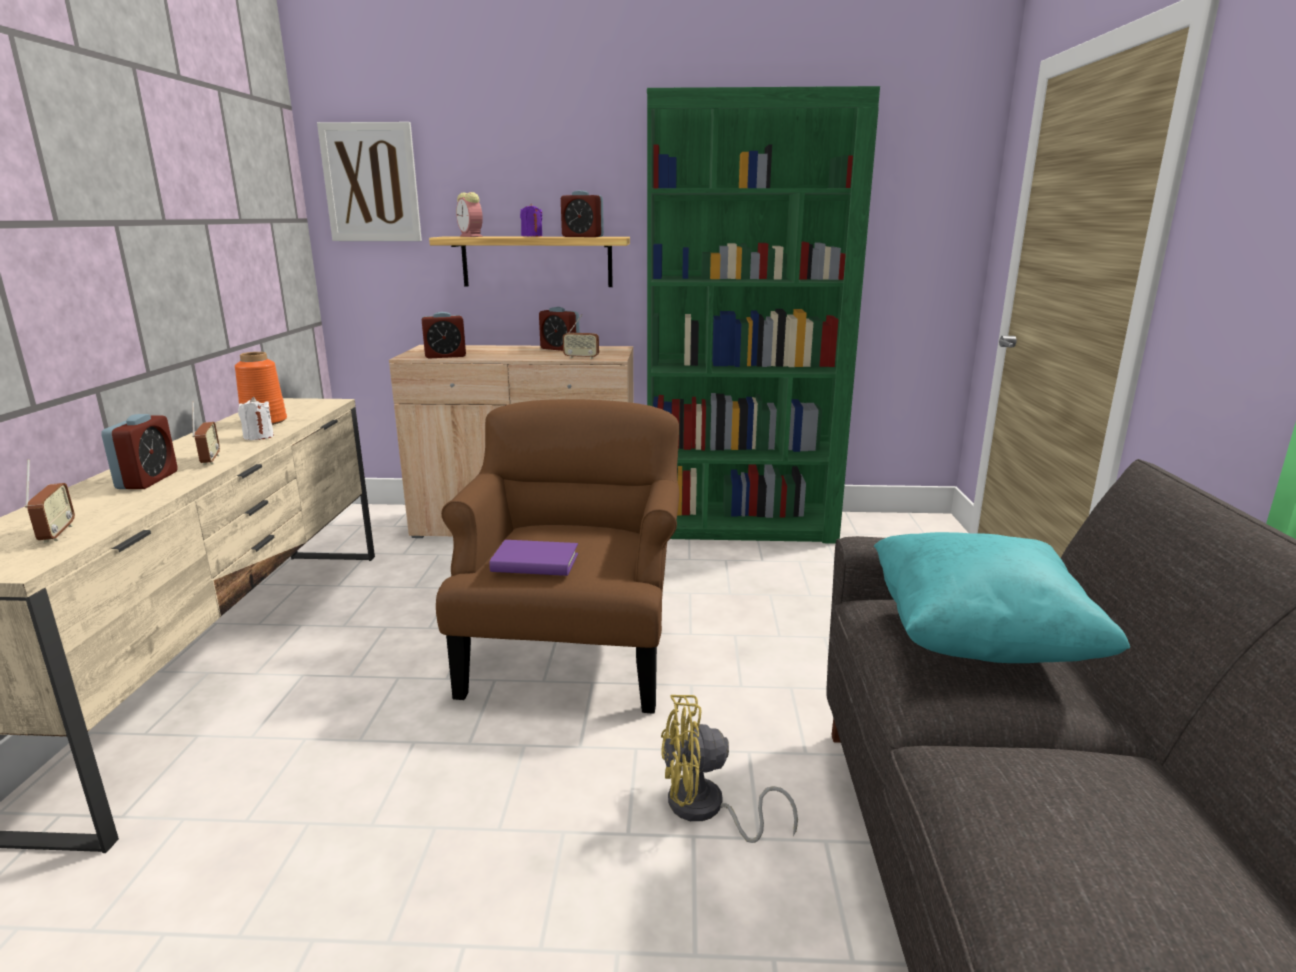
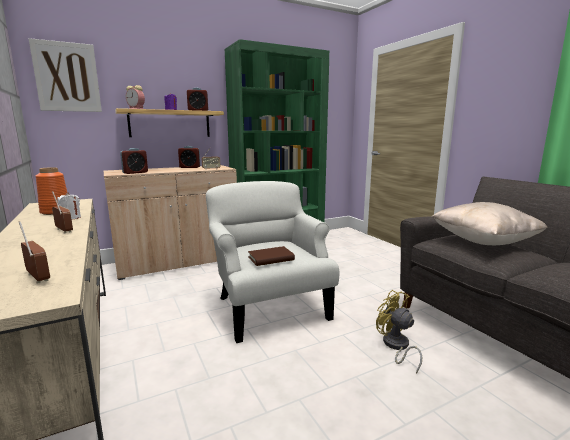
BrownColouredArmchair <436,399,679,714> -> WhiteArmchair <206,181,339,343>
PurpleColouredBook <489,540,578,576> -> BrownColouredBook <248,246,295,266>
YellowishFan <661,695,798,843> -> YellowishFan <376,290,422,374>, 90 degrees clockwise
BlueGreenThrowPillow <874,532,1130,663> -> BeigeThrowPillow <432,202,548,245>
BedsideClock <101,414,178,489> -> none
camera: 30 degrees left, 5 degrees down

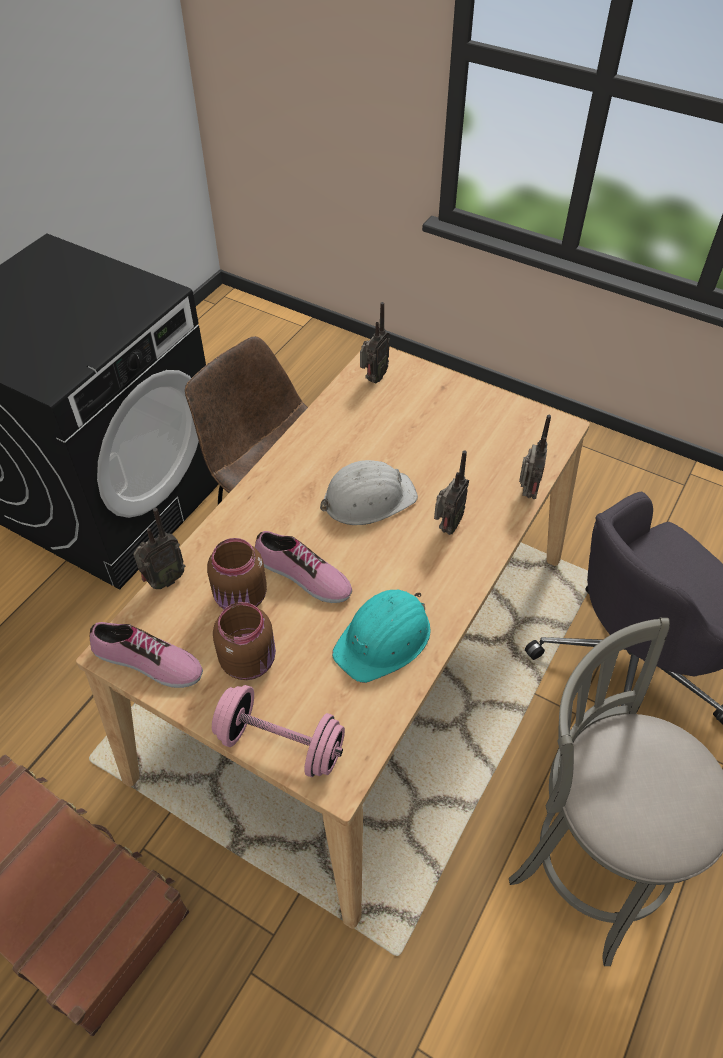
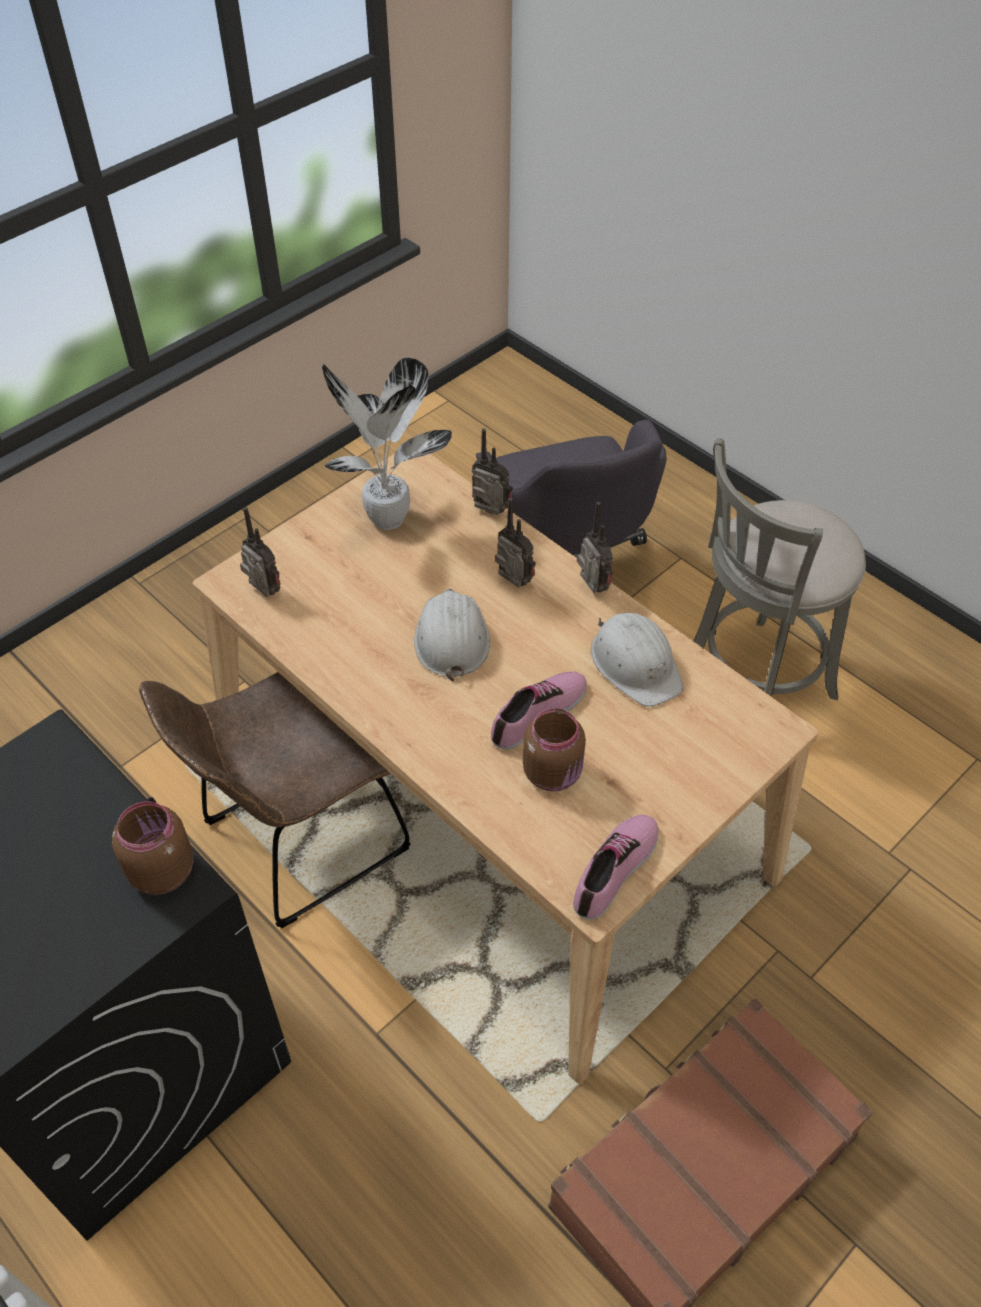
BrownColouredJar <213,602,276,680> -> BrownColouredJar <112,802,193,895>, move
none -> PlantInAPot <322,358,452,530>
RadioReceiver <133,508,185,589> -> RadioReceiver <577,502,613,593>, move
BlueGreenHardHat <332,590,430,683> -> WhiteHardHat <591,613,684,707>
PinkishHandWeight <212,685,345,777> -> none
camera: 75 degrees left, 0 degrees up

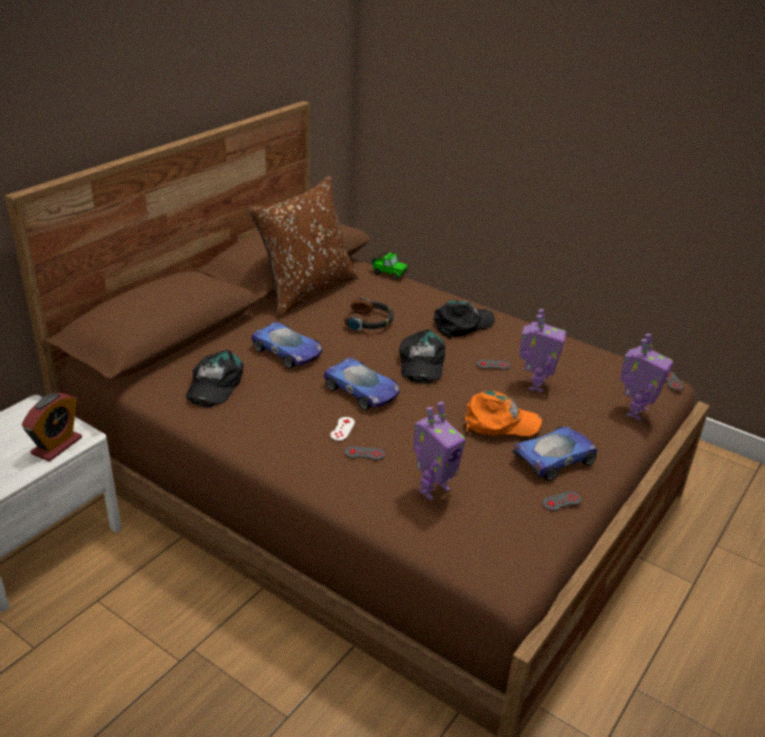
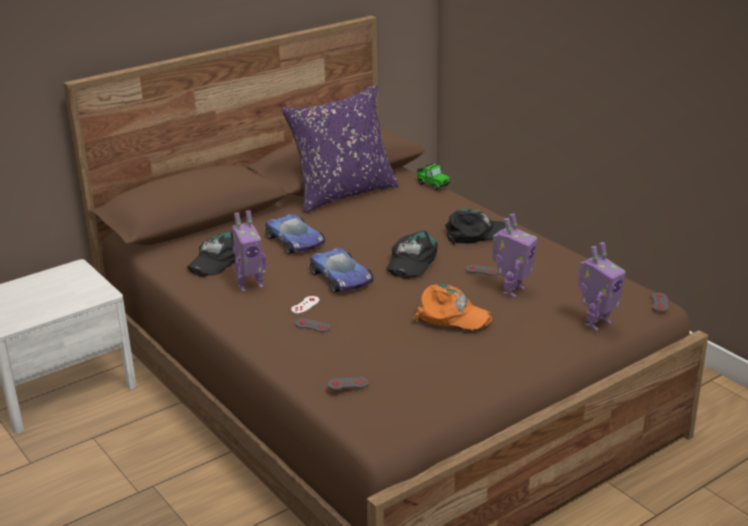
ModelRobot <413,402,466,501> -> ModelRobot <232,210,267,292>, move
BrownColouredThrowPillow <248,175,358,318> -> PurpleColouredThrowPillow <281,84,399,213>
GrayGameController <542,491,582,511> -> GrayGameController <328,377,369,390>, move
BedsideClock <22,393,82,462> -> none
Headset <344,297,394,331> -> none
ModelCar <512,426,597,481> -> none
camera: 20 degrees right, 5 degrees down

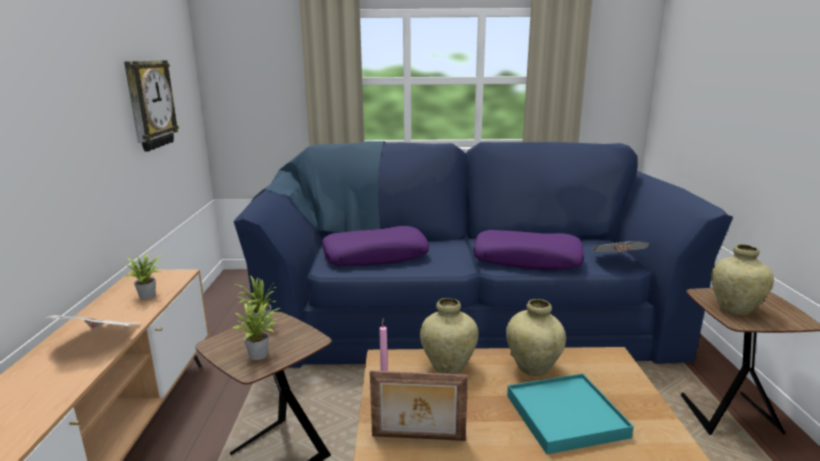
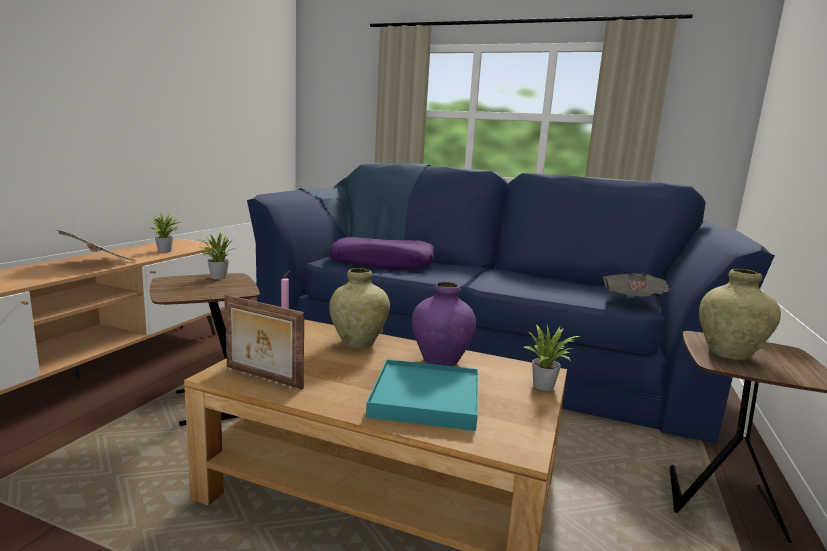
BeigeDecorativeVase <506,299,566,376> -> PurpleColouredDecorativeVase <412,282,476,366>
PlantInAPot <232,302,280,360> -> PlantInAPot <522,324,580,391>, move
HangingClock <124,60,179,152> -> none
PurpleColouredThrowPillow <474,230,584,270> -> none
camera: 20 degrees right, 5 degrees down

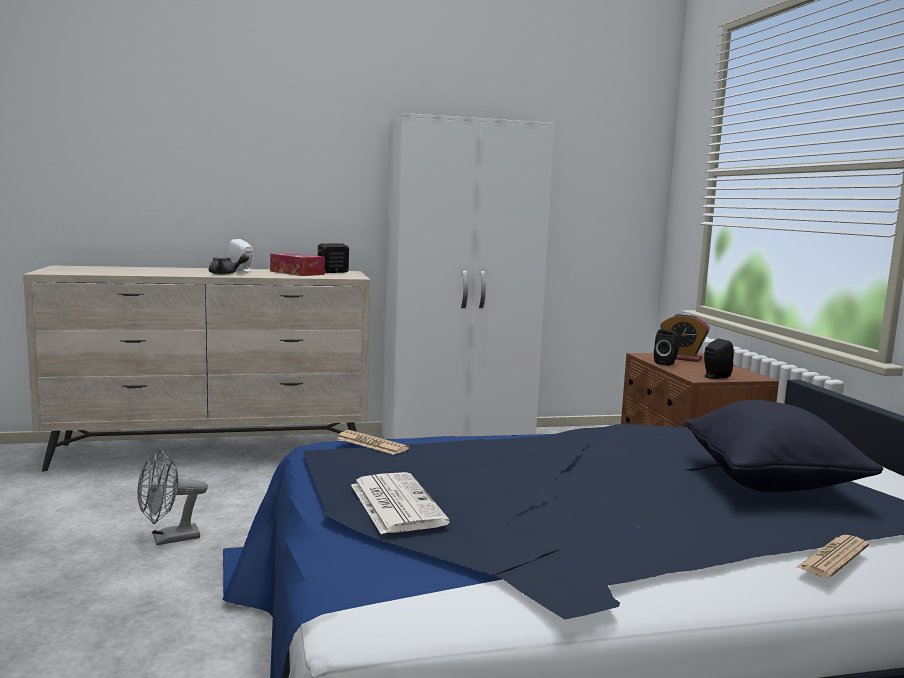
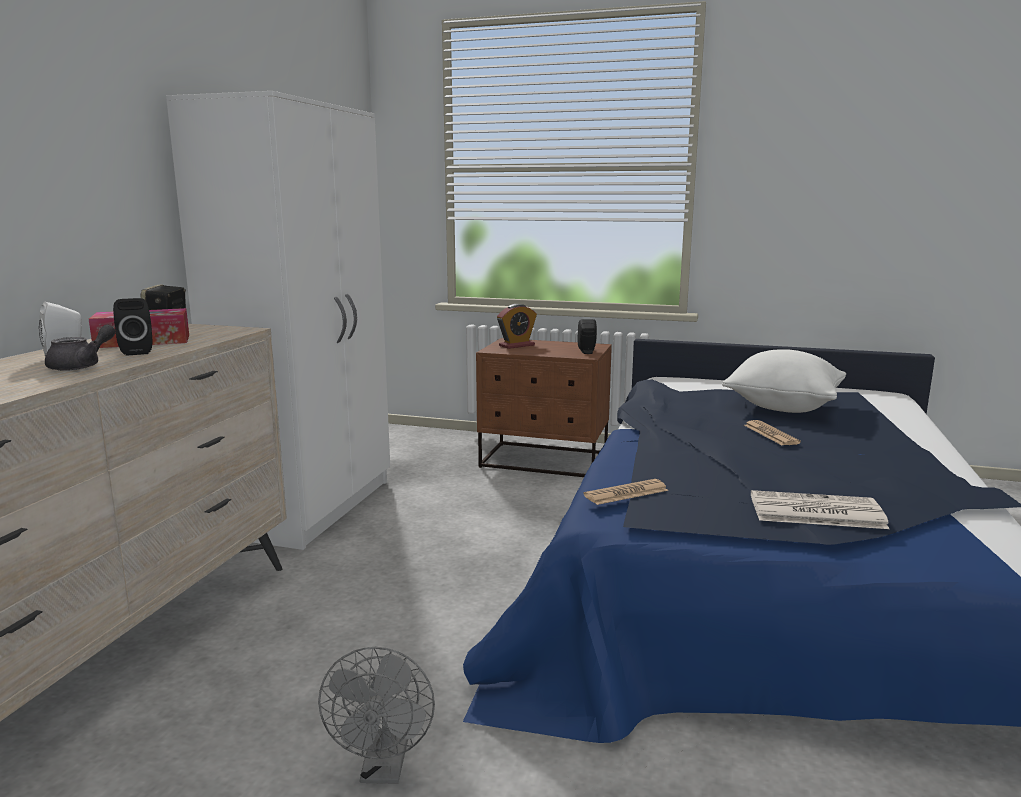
BlackColouredLoudspeaker <654,329,680,366> -> BlackColouredLoudspeaker <113,298,152,356>, move
BlackColouredThrowPillow <684,400,883,492> -> WhiteThrowPillow <722,349,846,413>
Newspaper <797,535,869,578> -> Newspaper <744,420,801,445>, move
camera: 60 degrees left, 5 degrees up

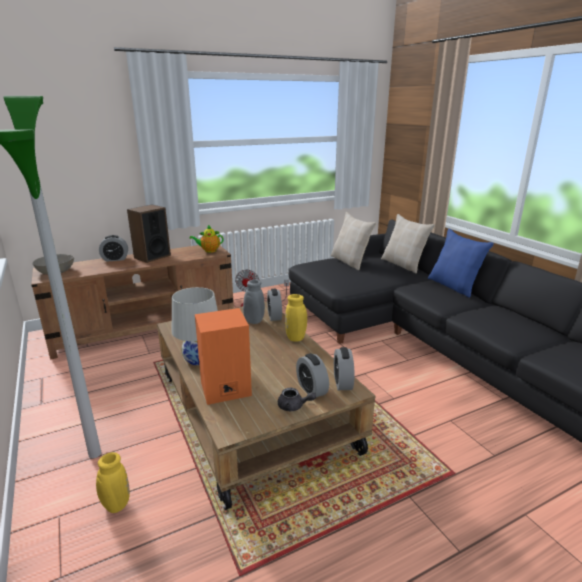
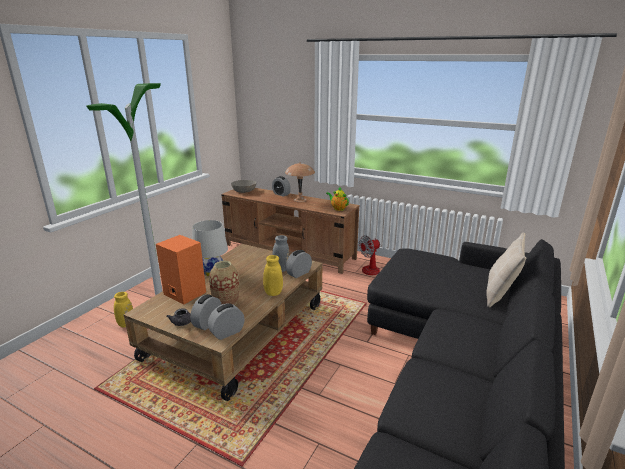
none -> DecorativeVase <209,261,240,305>
Loudspeaker <127,205,171,263> -> BrownColouredTabletopLamp <285,162,315,202>
BeigeThrowPillow <331,212,377,270> -> none
BluishThrowPillow <428,229,494,298> -> none
camera: 55 degrees right, 0 degrees up

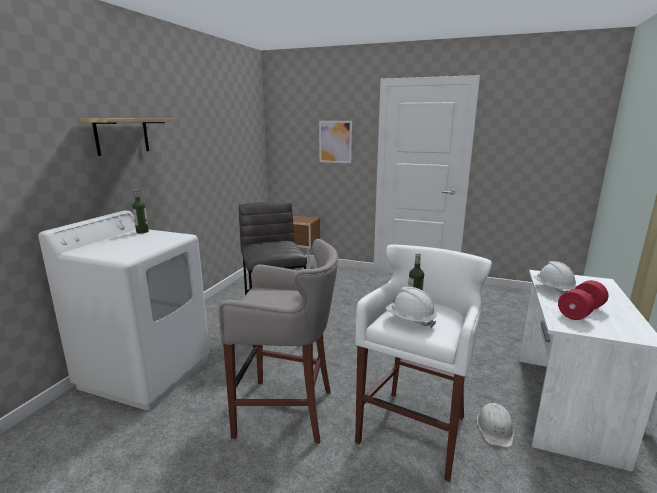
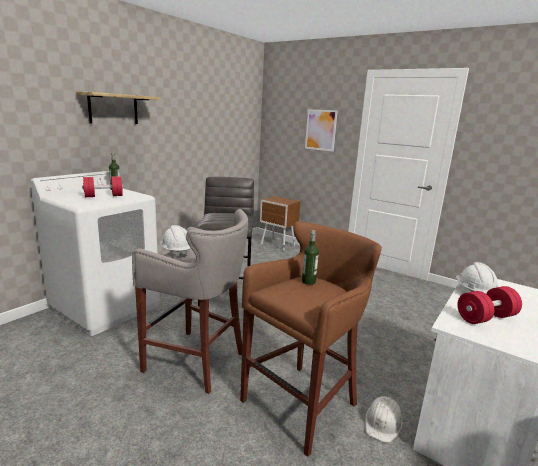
none -> RedHandWeight <82,176,123,197>
WhiteHardHat <386,287,436,328> -> WhiteHardHat <160,225,191,258>, move
WhiteStool <355,244,492,482> -> BrownColouredStool <240,221,382,457>
camera: 15 degrees right, 0 degrees up

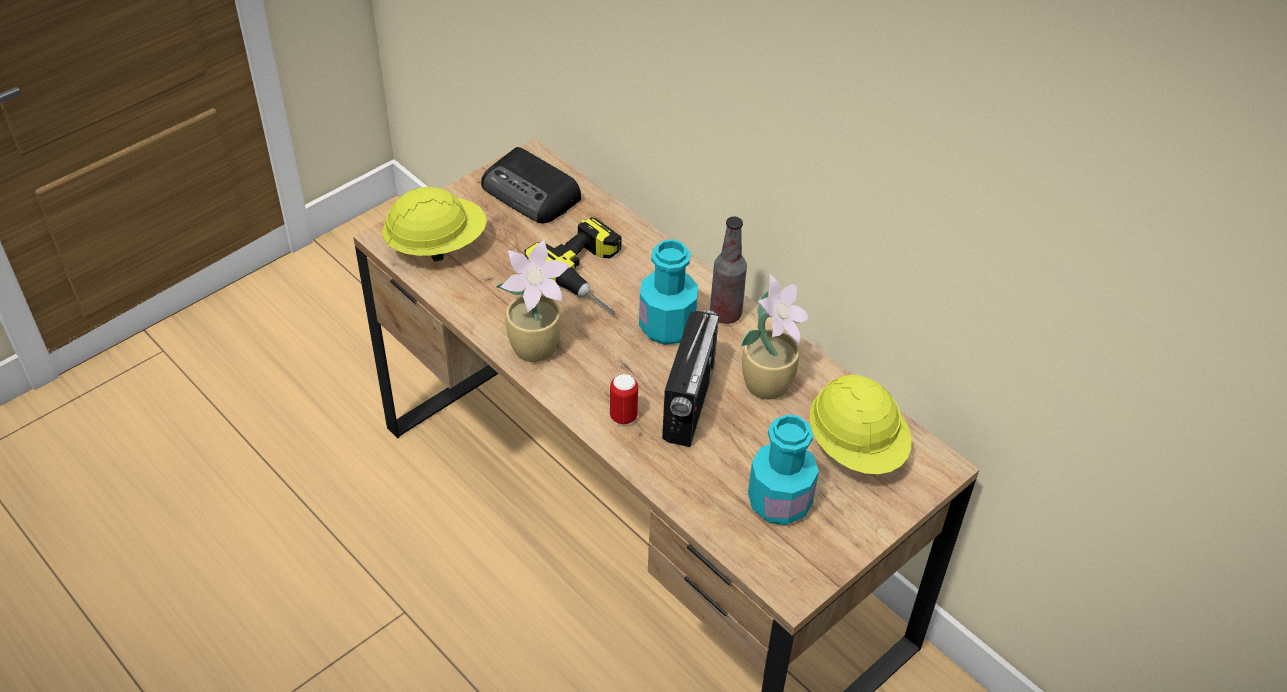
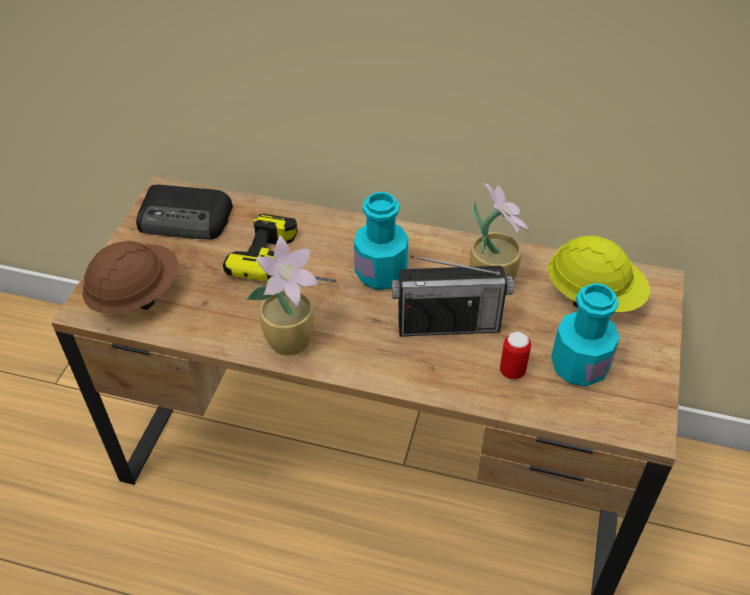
YellowishHardHat <382,187,487,262> -> BrownColouredHardHat <82,241,178,314>
RadioReceiver <662,310,719,447> -> RadioReceiver <392,256,514,336>, 105 degrees clockwise
Can <610,374,638,425> -> Can <500,332,531,380>, move
Bottle <710,216,747,324> -> none
camera: 30 degrees left, 0 degrees up

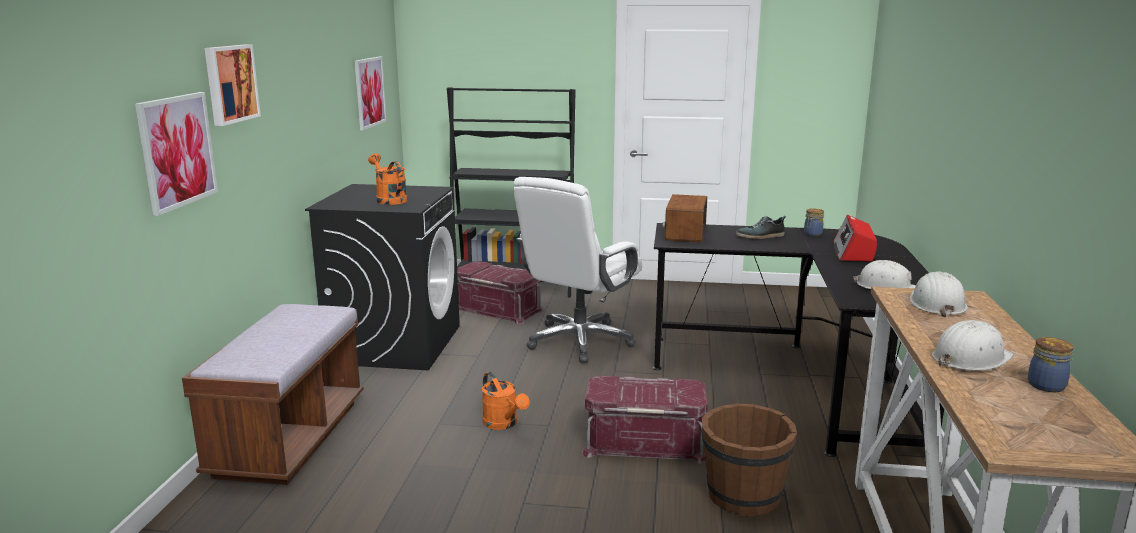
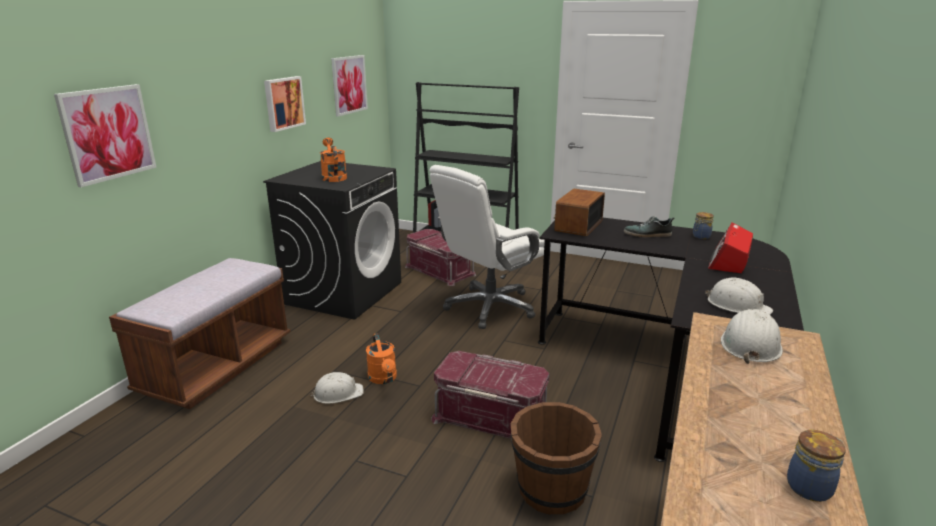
Picture <205,44,261,126> -> Picture <264,76,306,132>, move
WhiteHardHat <932,320,1014,371> -> WhiteHardHat <310,372,364,404>, move
camera: 15 degrees right, 5 degrees up

